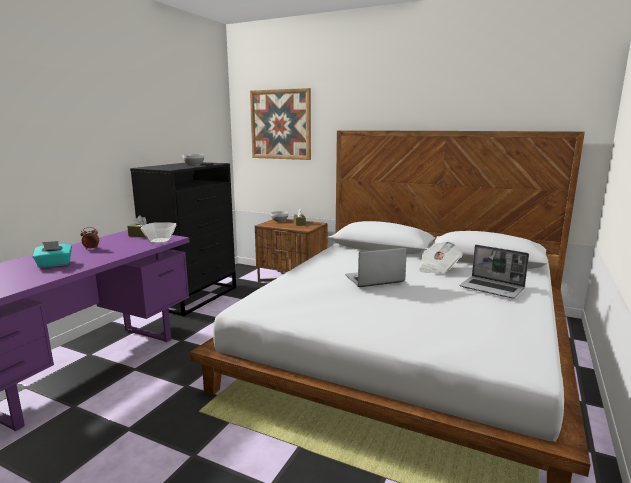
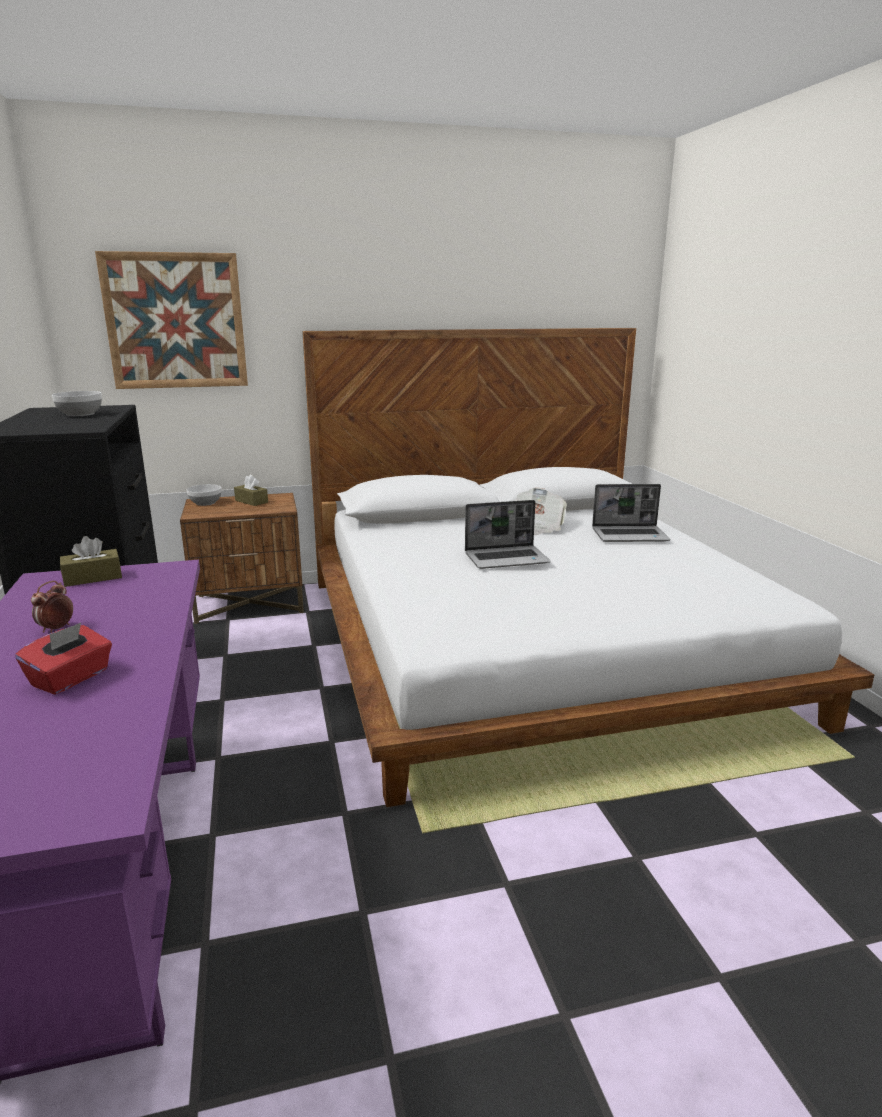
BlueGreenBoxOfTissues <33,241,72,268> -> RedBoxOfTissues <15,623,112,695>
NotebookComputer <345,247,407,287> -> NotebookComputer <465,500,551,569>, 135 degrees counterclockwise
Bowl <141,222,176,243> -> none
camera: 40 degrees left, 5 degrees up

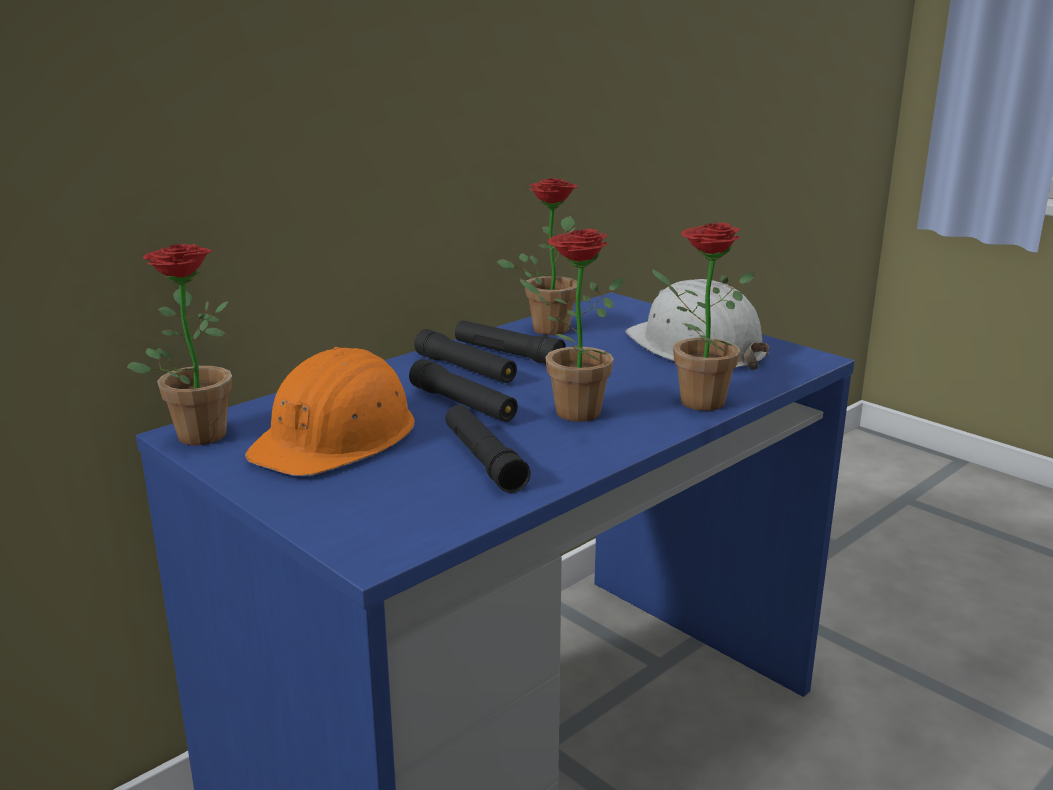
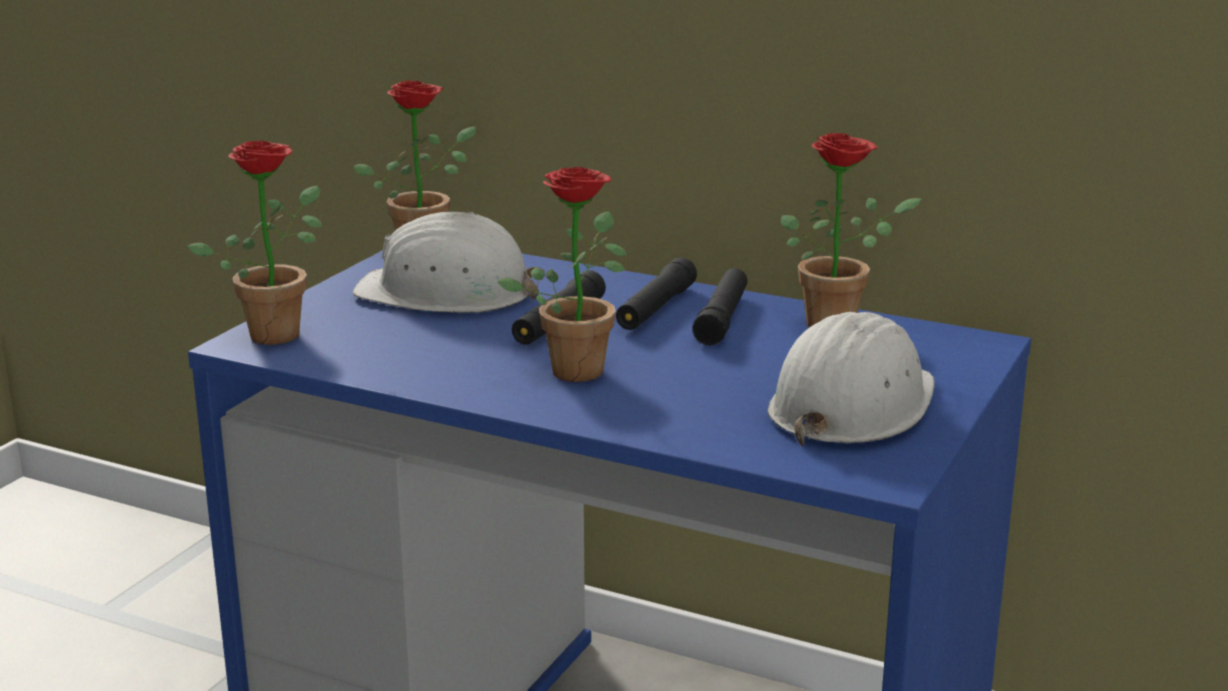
PlantInAPot <652,223,755,411> -> PlantInAPot <187,141,322,345>, move
OrangeHardHat <245,347,415,476> -> WhiteHardHat <353,212,545,313>
BlackColouredTorch <445,405,531,493> -> none
camera: 70 degrees right, 0 degrees up

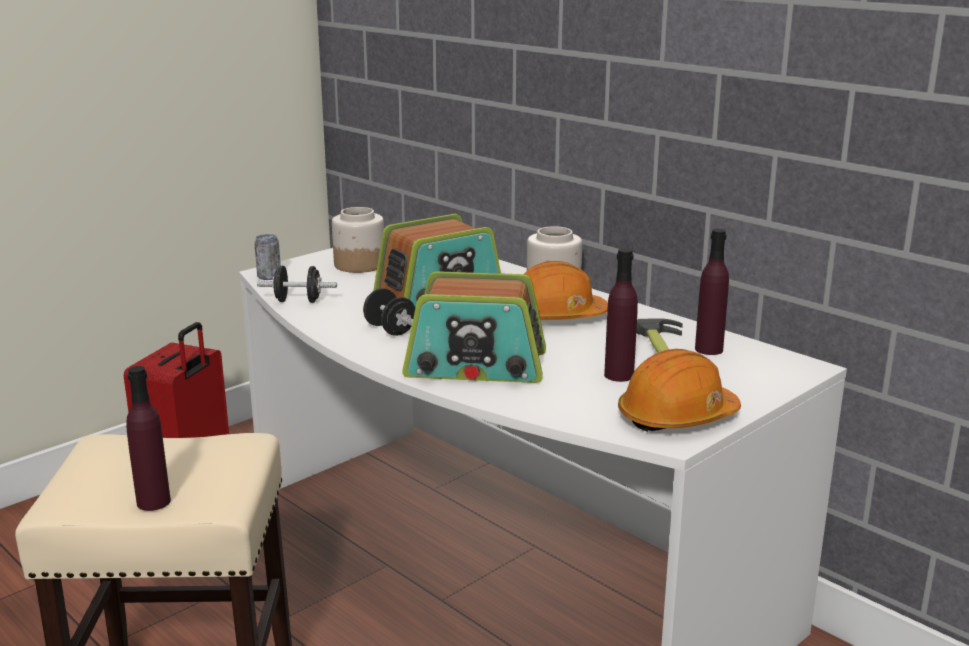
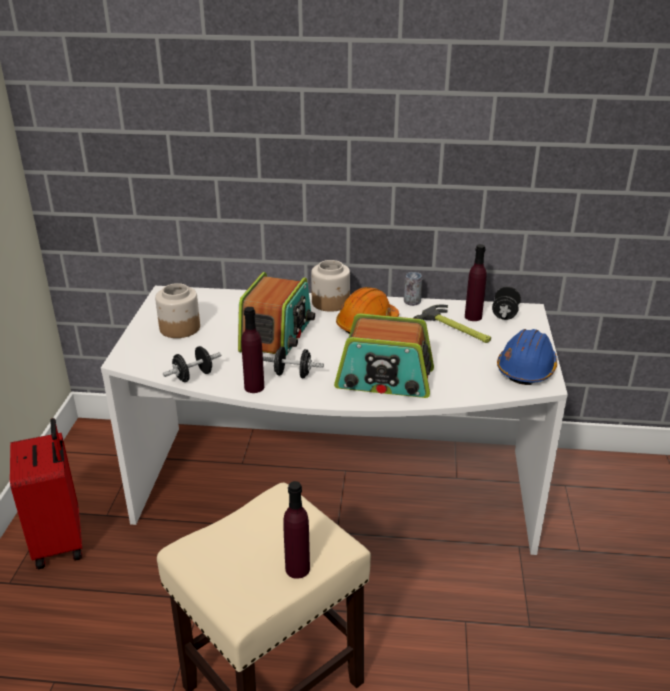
PurpleColouredBottle <604,248,638,382> -> PurpleColouredBottle <241,307,264,393>, move
RadioReceiver <402,271,546,383> -> RadioReceiver <334,313,434,398>, 45 degrees clockwise
Can <254,234,281,280> -> Can <404,272,423,306>, move
none -> BlackColouredHandWeight <492,286,521,320>
OrangeHardHat <618,349,741,432> -> BluishHardHat <497,329,557,385>
camera: 40 degrees left, 10 degrees up

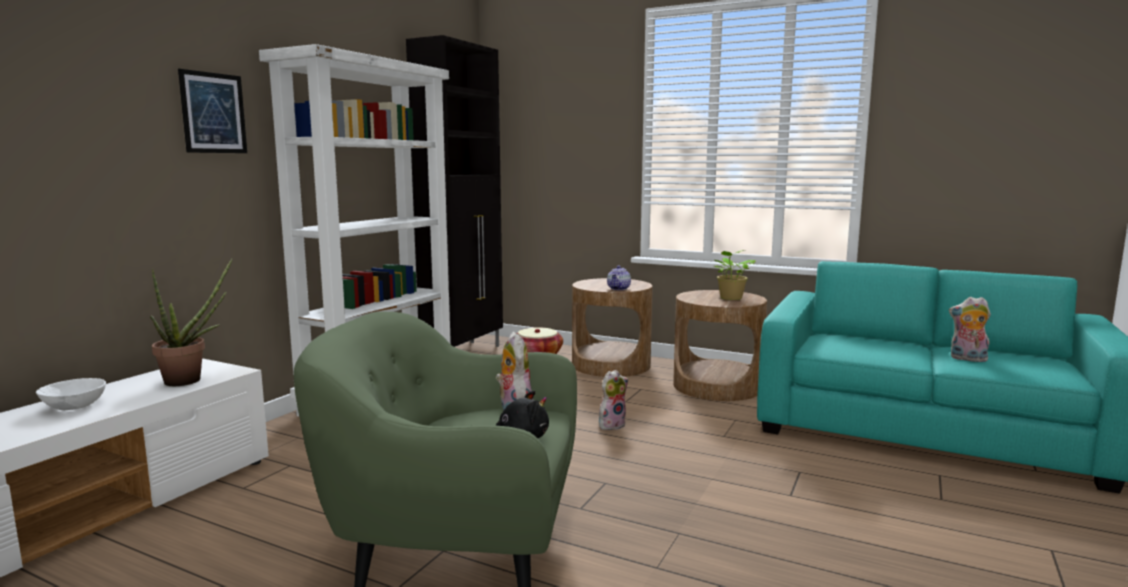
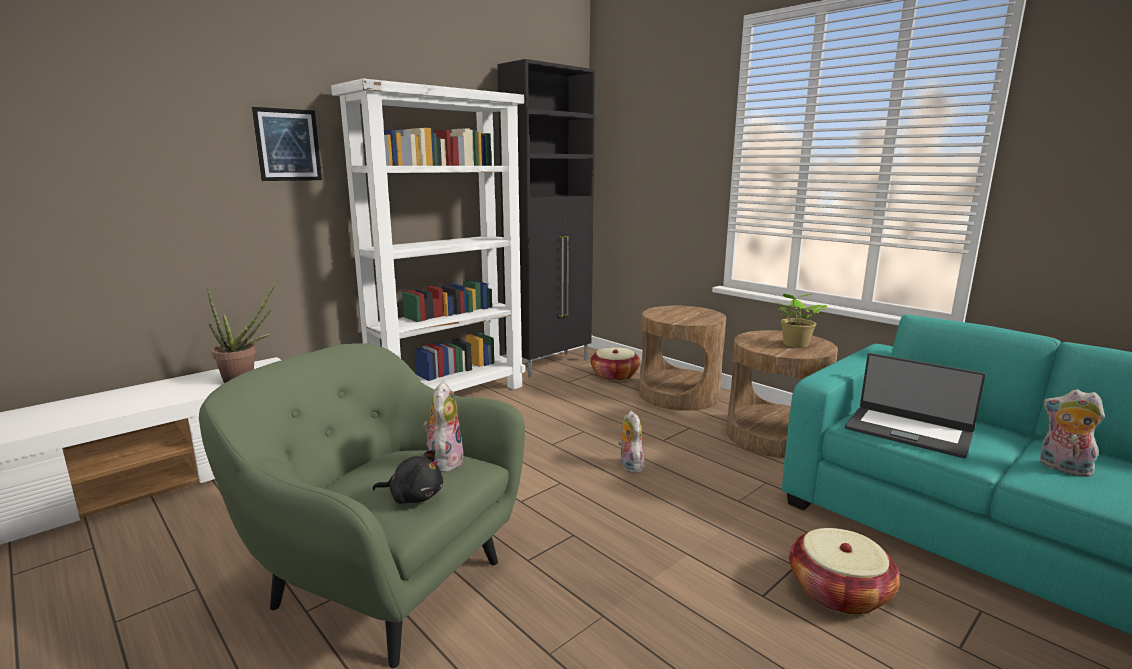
SoftToy <599,370,628,430> -> SoftToy <618,411,644,474>, 90 degrees counterclockwise
none -> HouseholdBasket <789,528,900,615>
none -> NotebookComputer <845,353,986,458>
WhiteBowl <36,378,106,410> -> none
PotForTea <607,265,631,290> -> none
camera: 20 degrees right, 5 degrees up

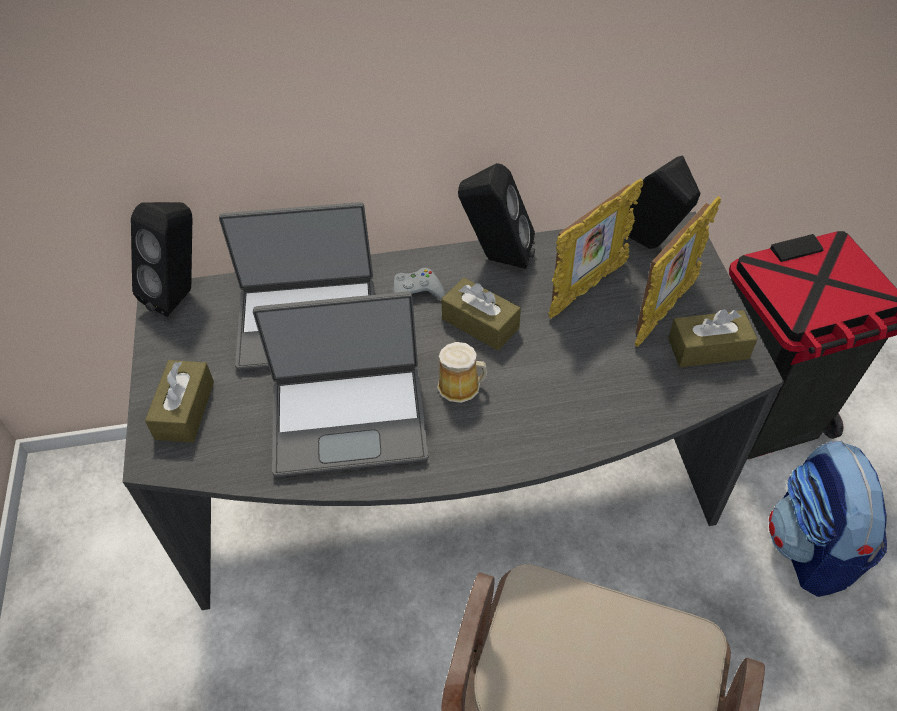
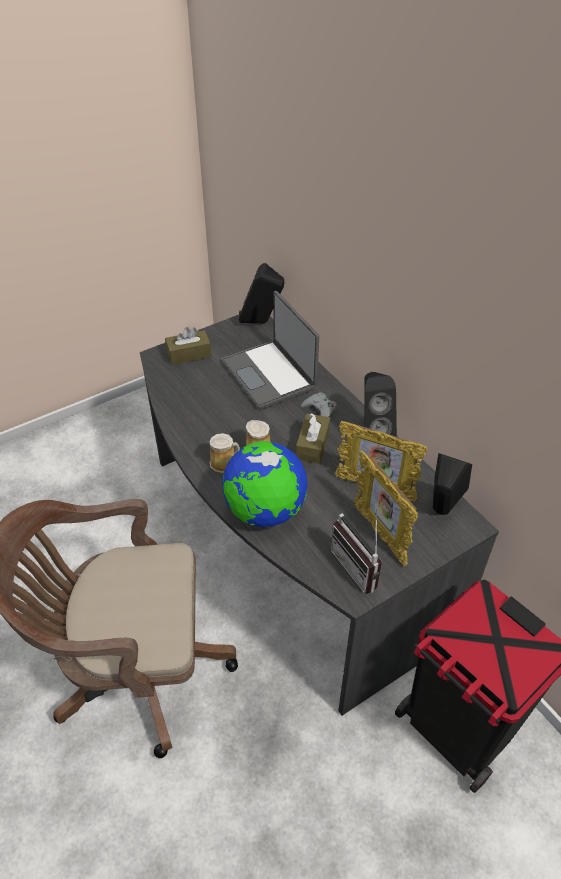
none -> TeaMug <210,433,240,473>
none -> WorldGlobe <222,441,308,527>
BrownColouredBoxOfTissues <668,309,757,367> -> RadioReceiver <331,509,382,594>
StandingFrame <635,196,721,347> -> StandingFrame <354,450,418,566>, 45 degrees clockwise
NotebookComputer <253,292,428,477> -> none
Rucksack <769,441,887,597> -> none
camera: 65 degrees right, 5 degrees down

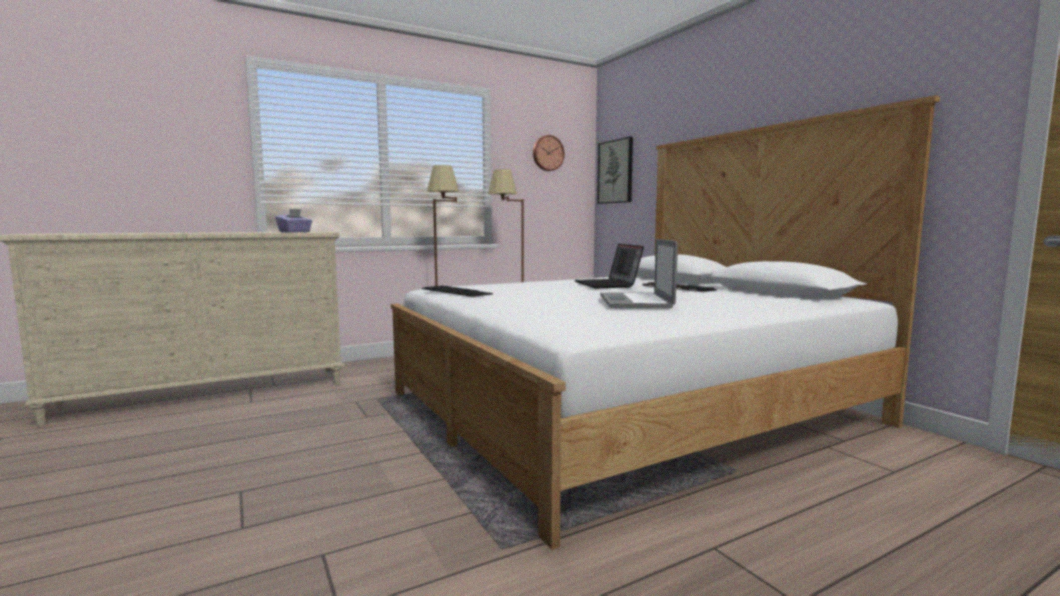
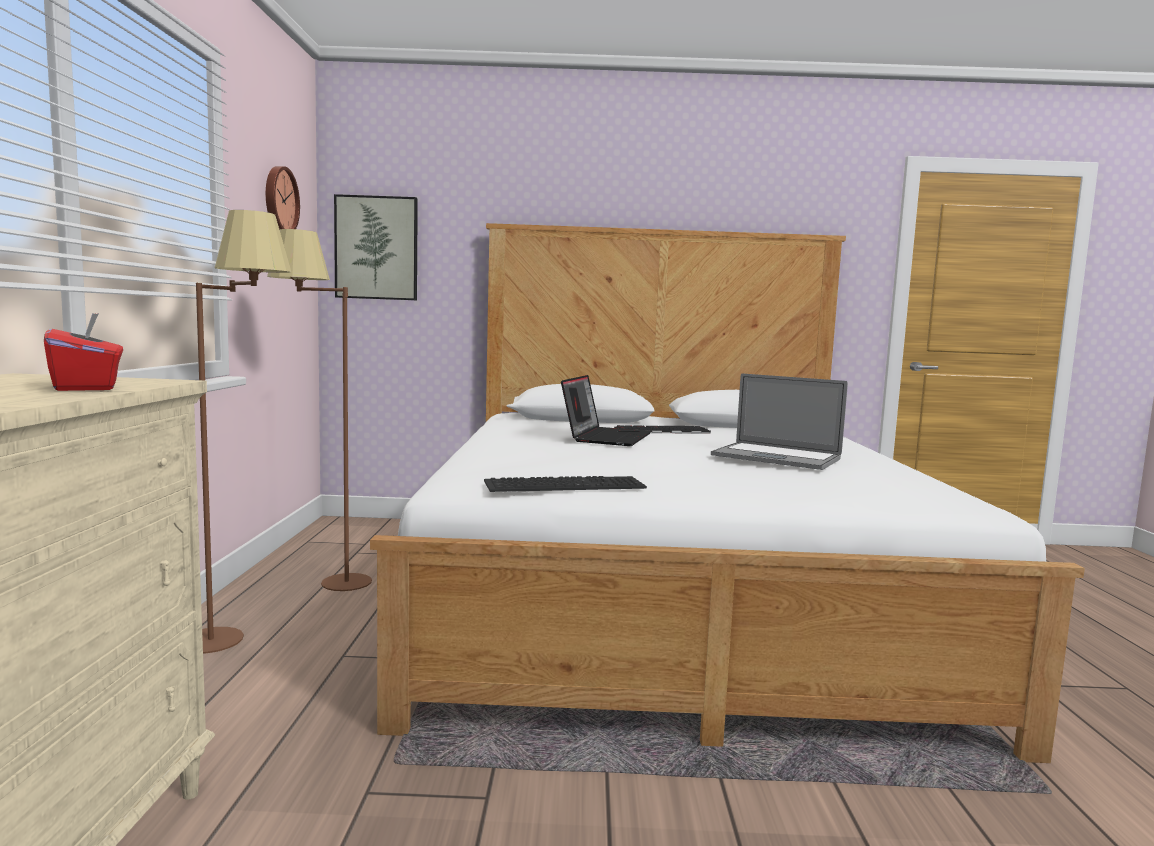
PurpleColouredBoxOfTissues <275,209,312,233> -> RedBoxOfTissues <44,313,123,391>
NotebookComputer <575,244,644,288> -> NotebookComputer <561,375,651,446>, 90 degrees counterclockwise
camera: 60 degrees left, 0 degrees up

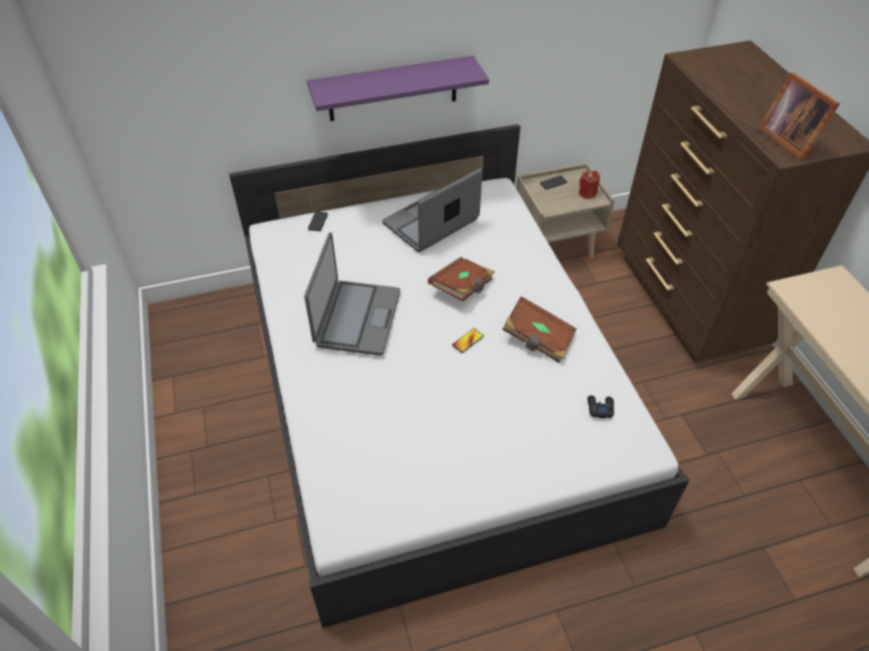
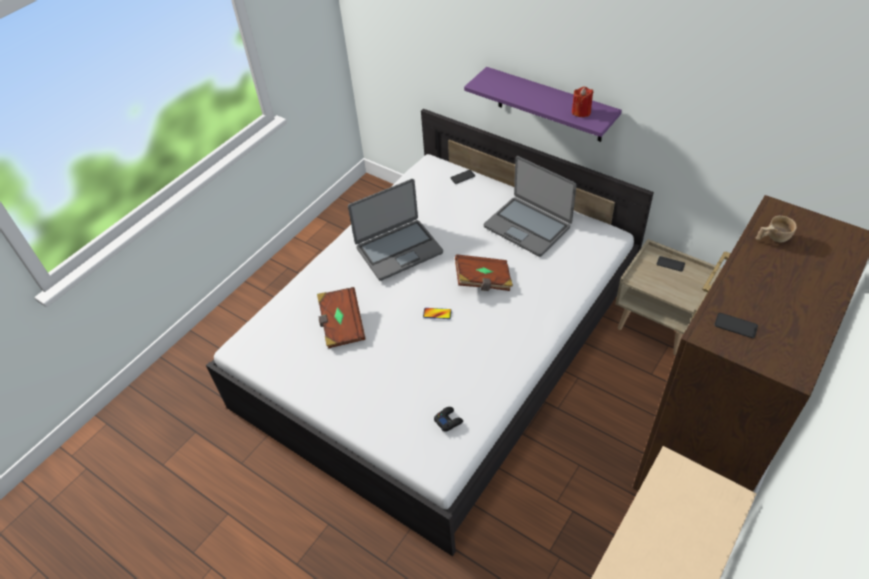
BrownColouredBook <502,296,577,363> -> BrownColouredBook <317,287,366,348>, move
NotebookComputer <382,168,483,252> -> NotebookComputer <484,156,577,257>, 150 degrees counterclockwise
RedWaxCandle <579,170,600,199> -> RedWaxCandle <572,86,594,117>, move
StandingFrame <759,72,840,160> -> Telephone <714,313,758,338>
none -> BeigeDrinkingCup <756,216,796,242>
camera: 55 degrees right, 0 degrees up

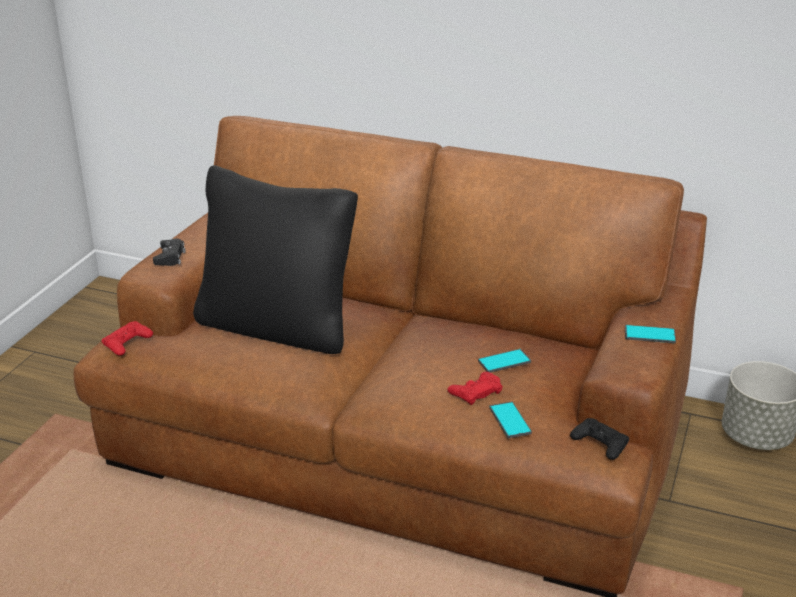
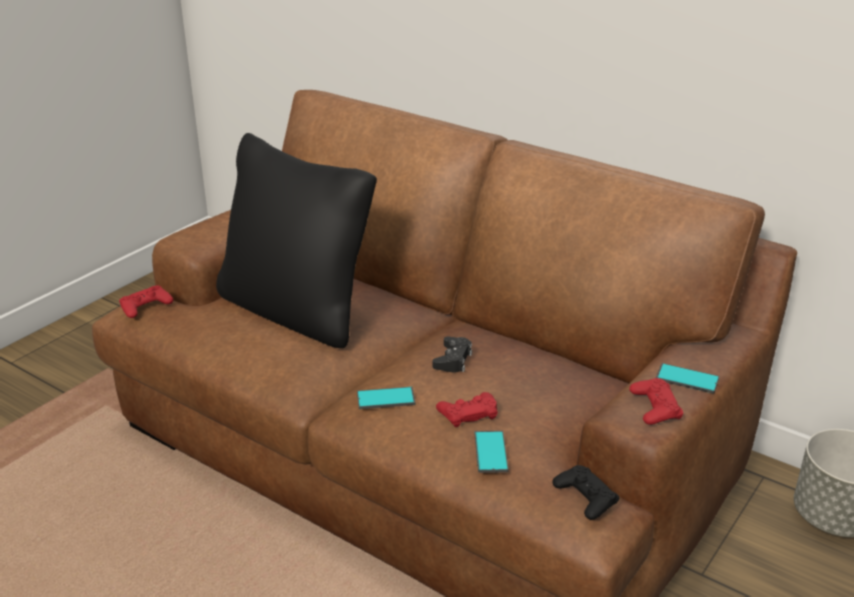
Telephone <478,349,531,373> -> Telephone <357,387,416,409>, move
BlackColouredGameController <153,239,186,266> -> BlackColouredGameController <433,337,473,373>, move
none -> RedGameController <629,378,683,425>
camera: 15 degrees right, 0 degrees up

